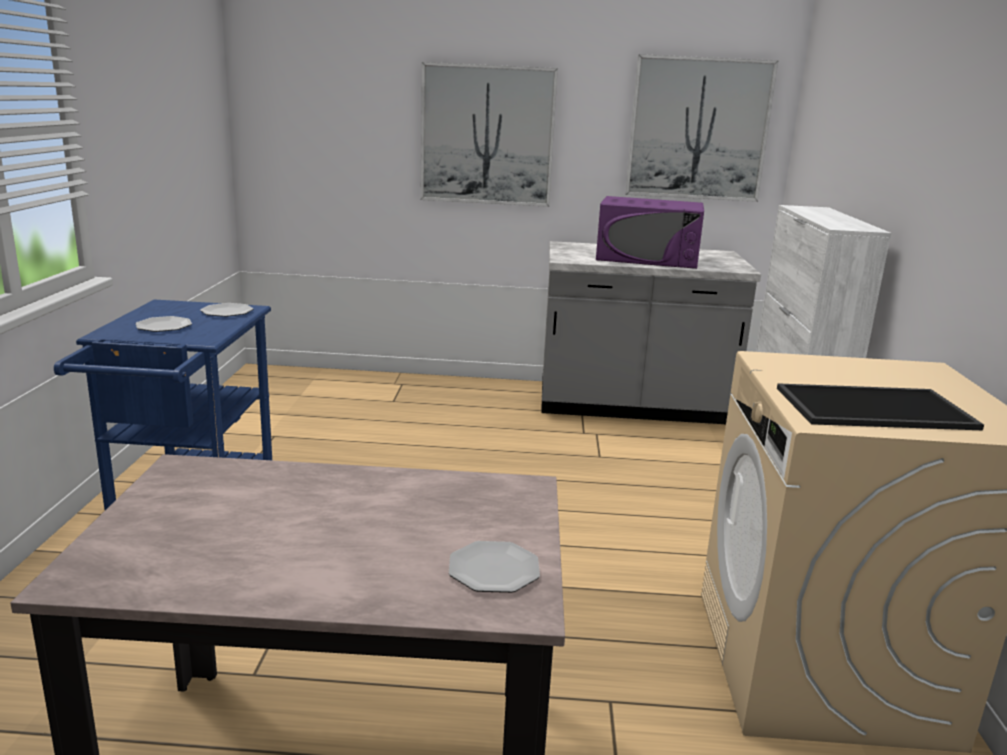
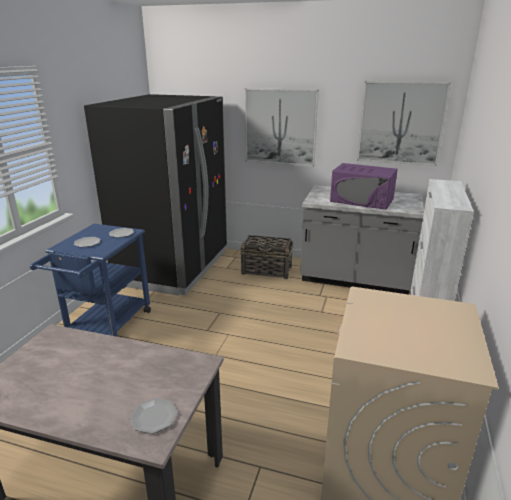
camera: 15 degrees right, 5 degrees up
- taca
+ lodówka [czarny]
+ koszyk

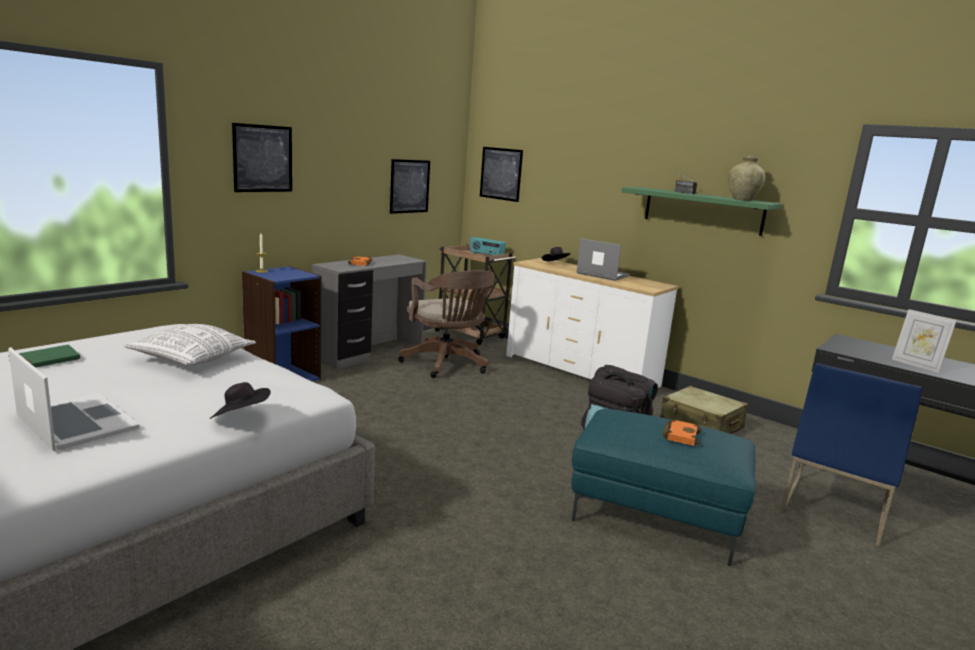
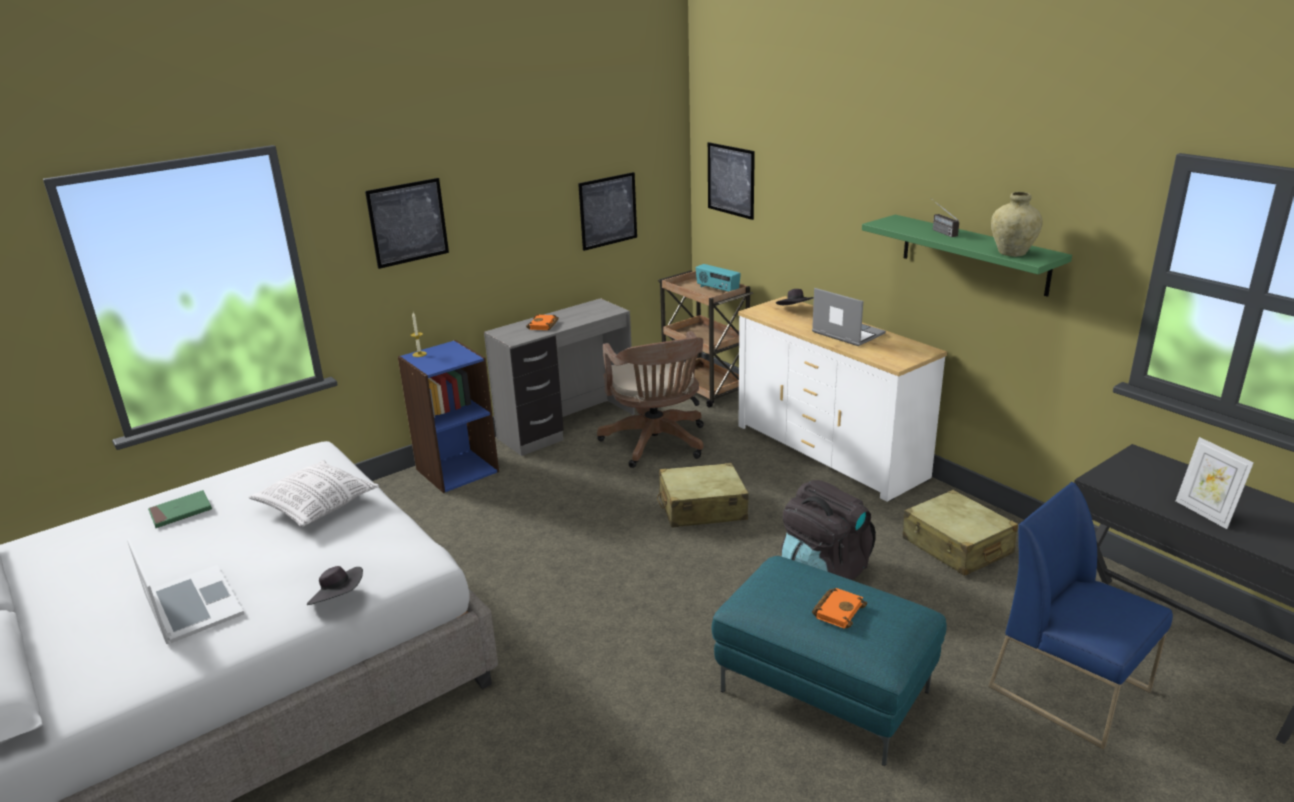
camera: 15 degrees right, 10 degrees up
~ krzesło [niebieski] 90 degrees clockwise
+ walizka [beżowy] (1st from left)

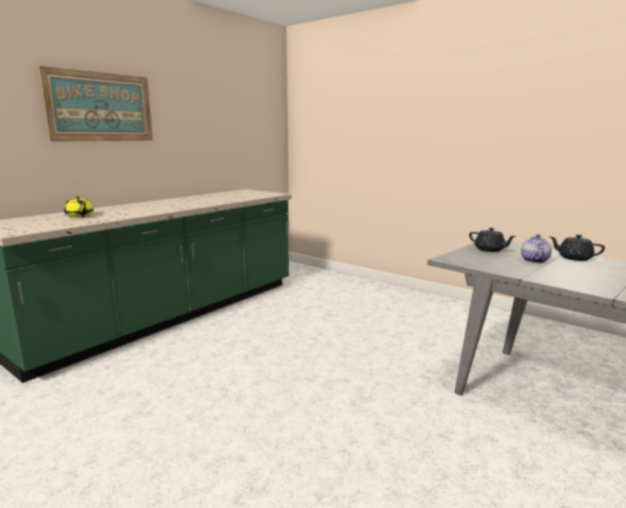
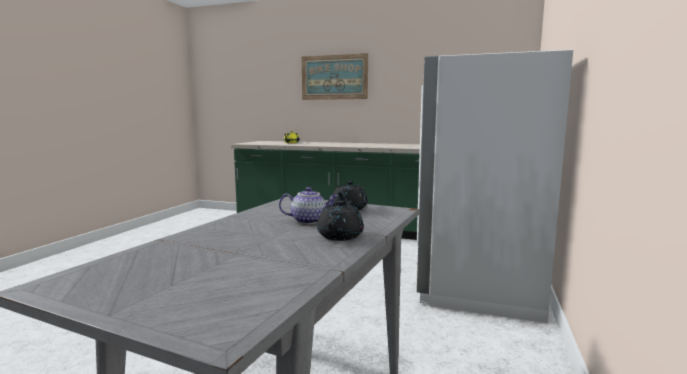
camera: 70 degrees right, 5 degrees down
+ lodówka [biały]

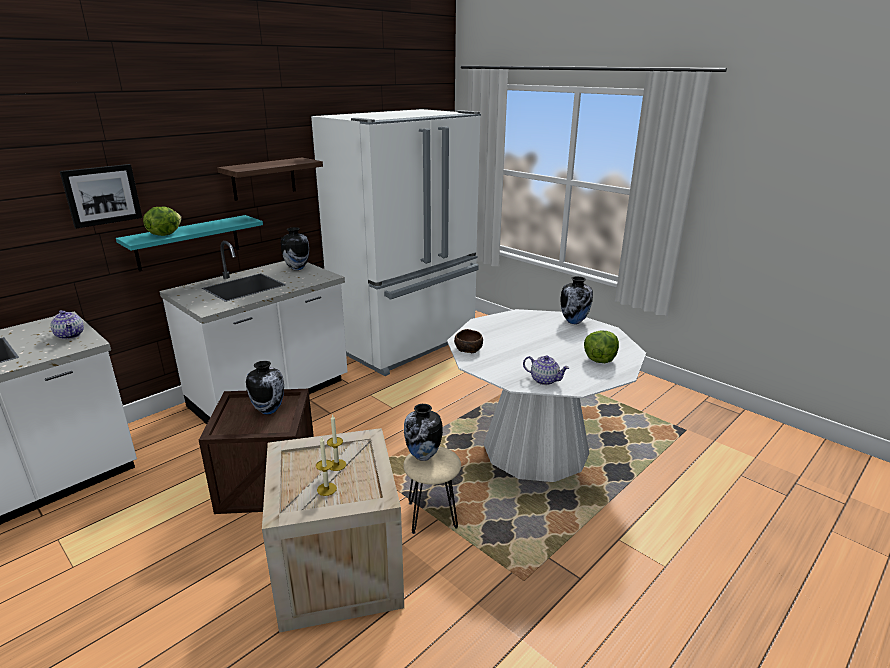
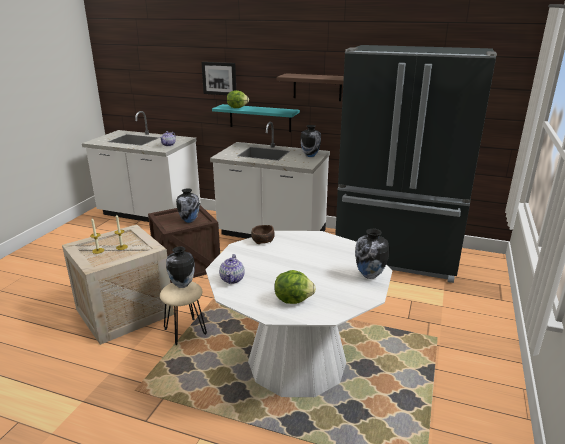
camera: 65 degrees right, 0 degrees up
~ lodówka [biały] to lodówka [czarny]

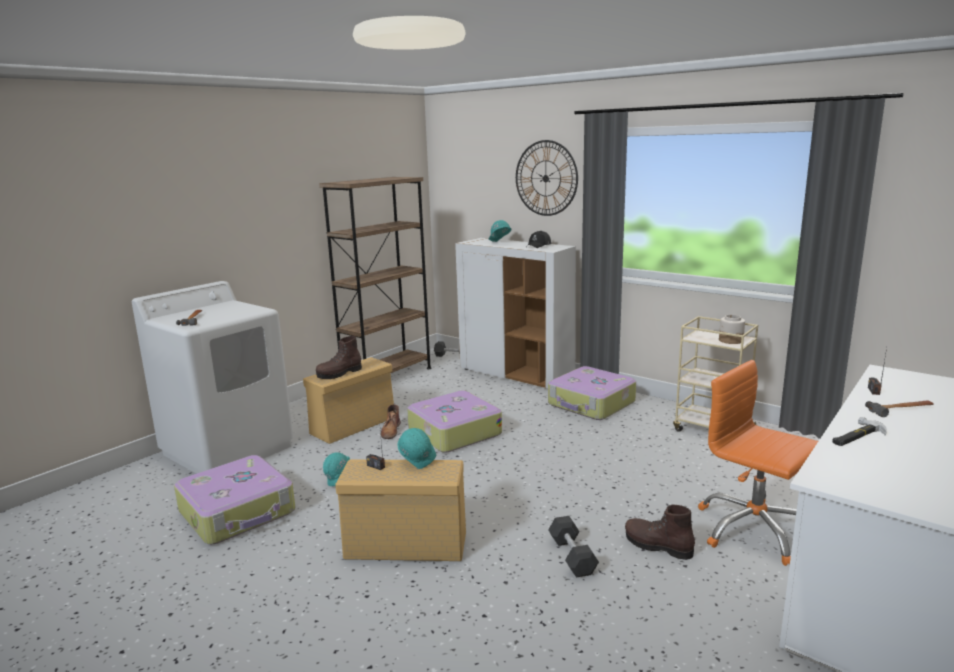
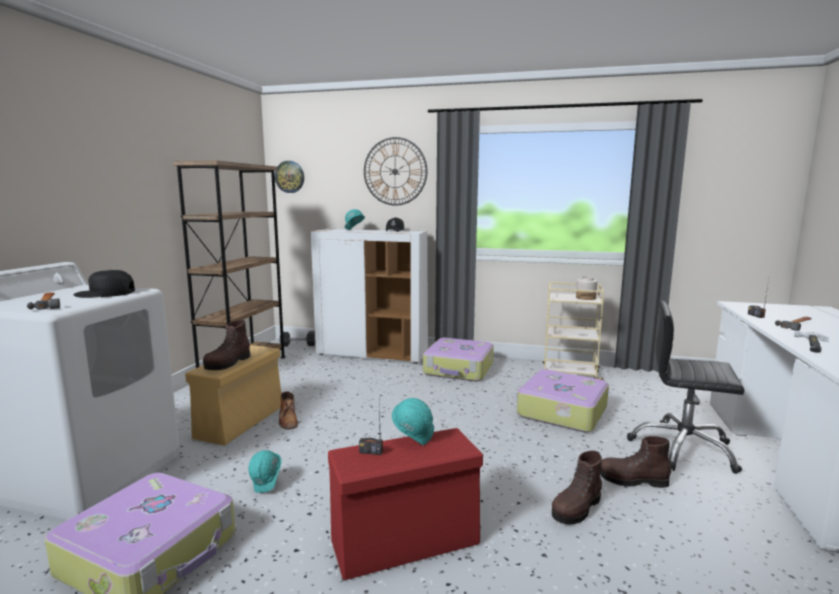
camera: 25 degrees left, 5 degrees down
~ krzesło biurowe [pomarańczowy] to krzesło biurowe [czarny]
~ walizka (2nd from left in the first image) to walizka (3rd from left)
~ pojemnik do przechowywania [beżowy] (2nd from left) to pojemnik do przechowywania [czerwony]
~ hantel [czarny] (2nd from left) to but z cholewką [brązowy] (3rd from left)
+ zegar ścienny (1st from left)
+ czapka z daszkiem [czarny] (1st from left)

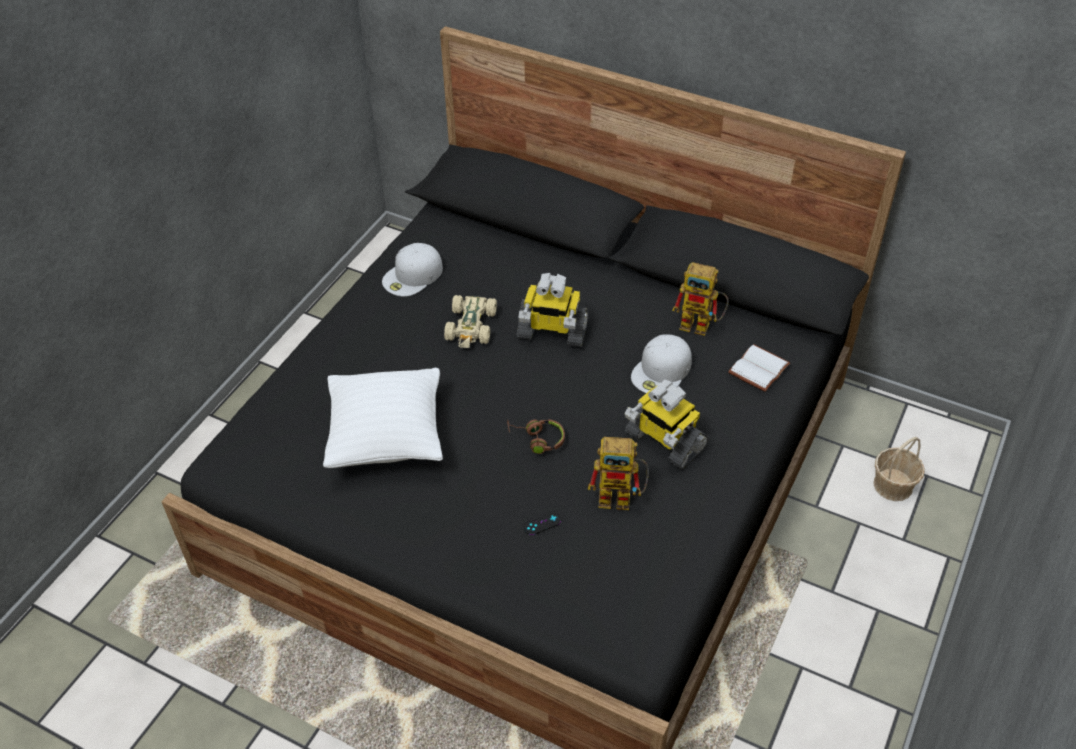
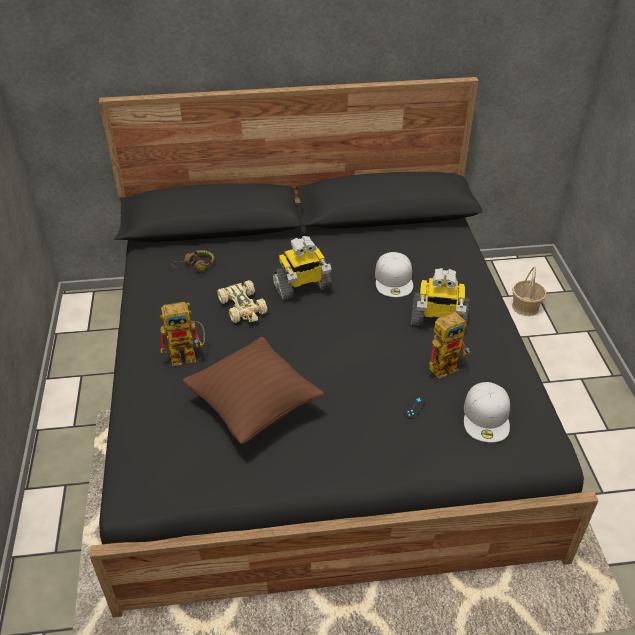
camera: 35 degrees left, 5 degrees down
~ czapka z daszkiem [biały] (1st from left in the first image) to czapka z daszkiem [biały] (2nd from left)
~ robot zabawkowy (4th from left in the first image) to robot zabawkowy (1st from left)
- książka [biały]
~ poduszka [biały] to poduszka [brązowy]
~ słuchawki [brązowy]

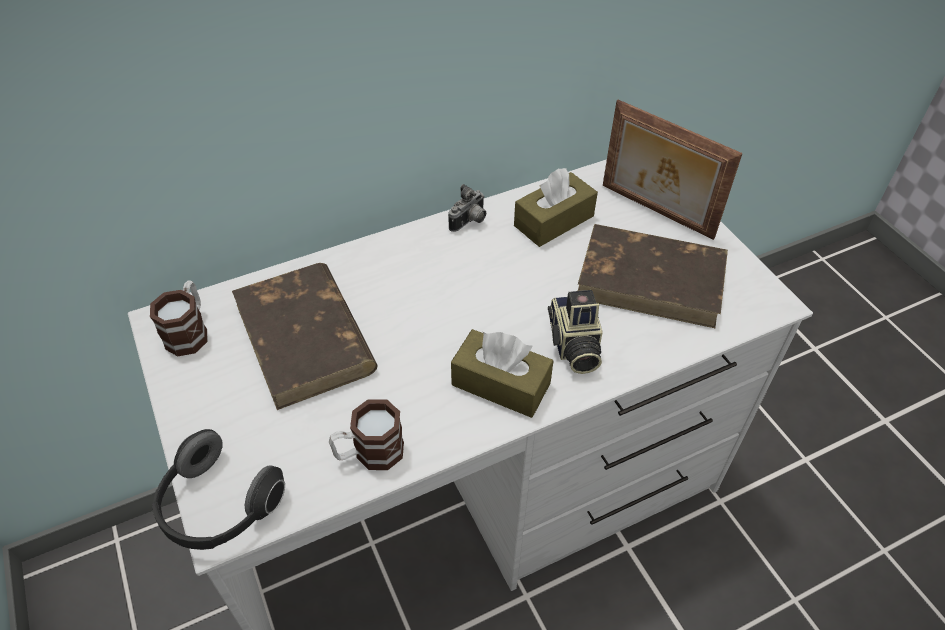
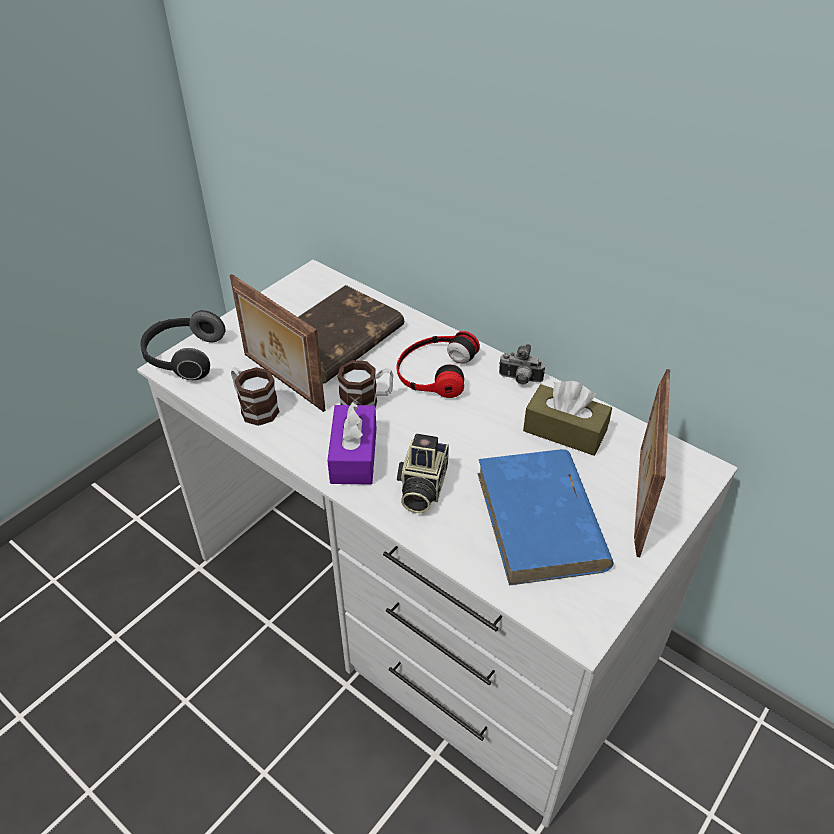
camera: 65 degrees right, 5 degrees down
~ książka [brązowy] (2nd from left) to książka [niebieski]
~ kubek (1st from left in the first image) to kubek (2nd from left)
~ aparat fotograficzny (2nd from left in the first image) 45 degrees counterclockwise
~ pudełko chusteczek [brązowy] (1st from left) to pudełko chusteczek [fioletowy]
+ ramka na zdjęcie (1st from left)
+ słuchawki (2nd from left)

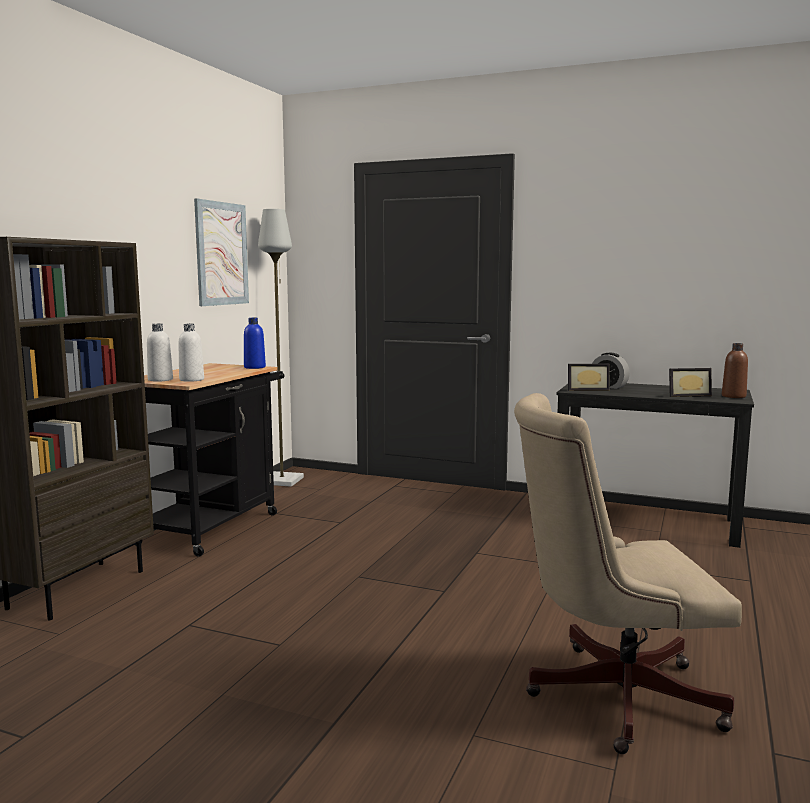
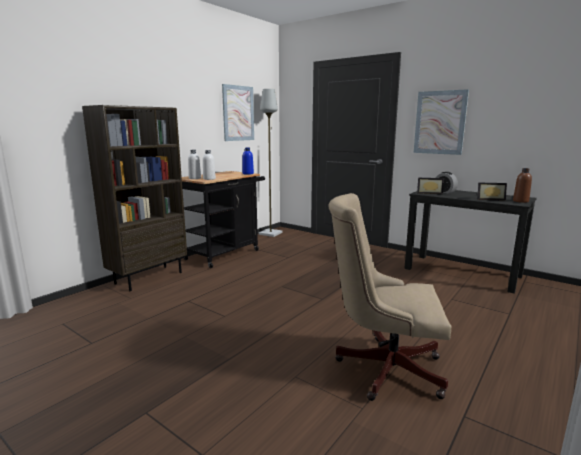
camera: 15 degrees right, 5 degrees up
+ obraz (2nd from left)

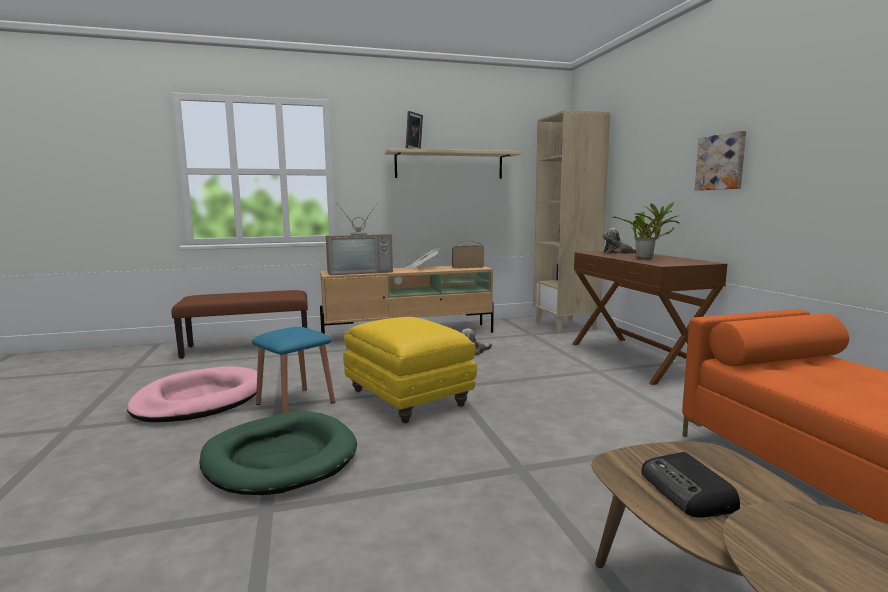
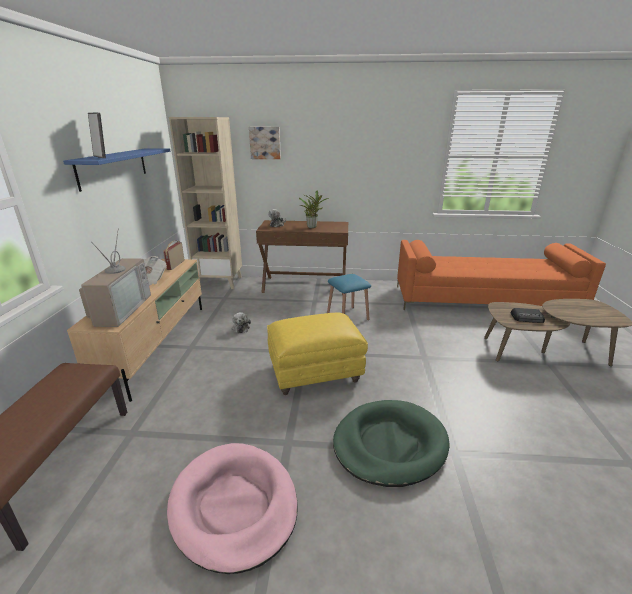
camera: 70 degrees left, 15 degrees up
~ obraz
~ półka [beżowy] to półka [niebieski]
~ stołek [niebieski]

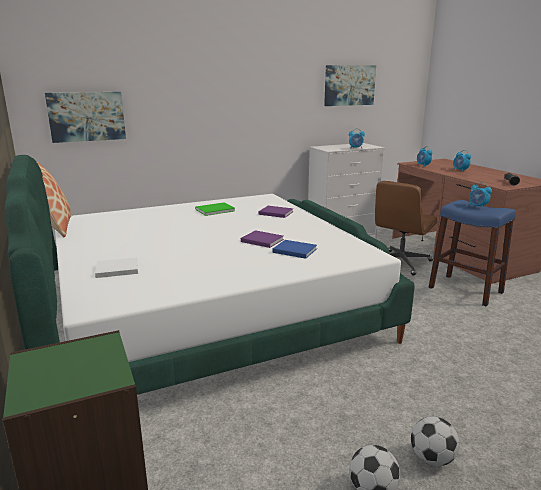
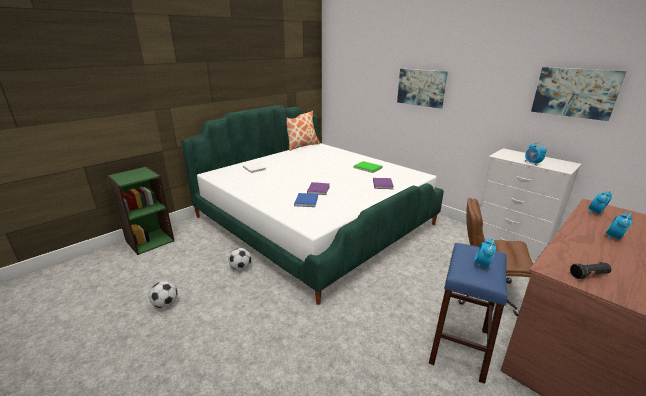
camera: 70 degrees right, 5 degrees up
~ obraz (1st from left)
~ piłka futbolowa (2nd from left)

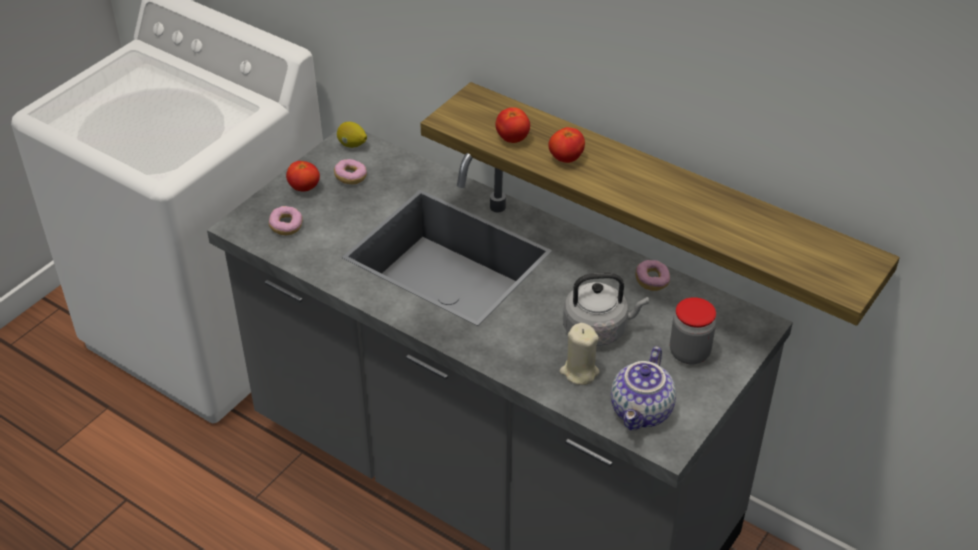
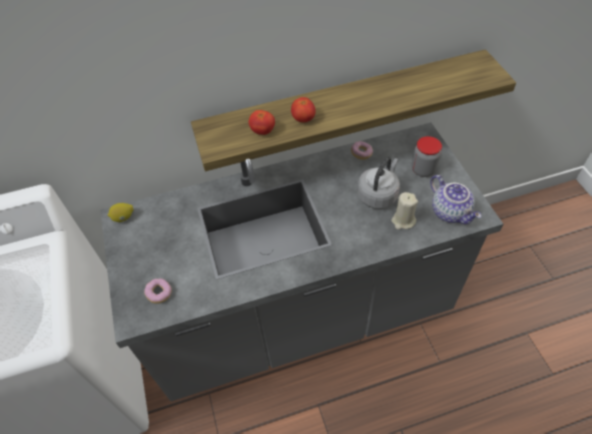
camera: 50 degrees left, 10 degrees up
- donut (2nd from left)
- pomidor (1st from left)

